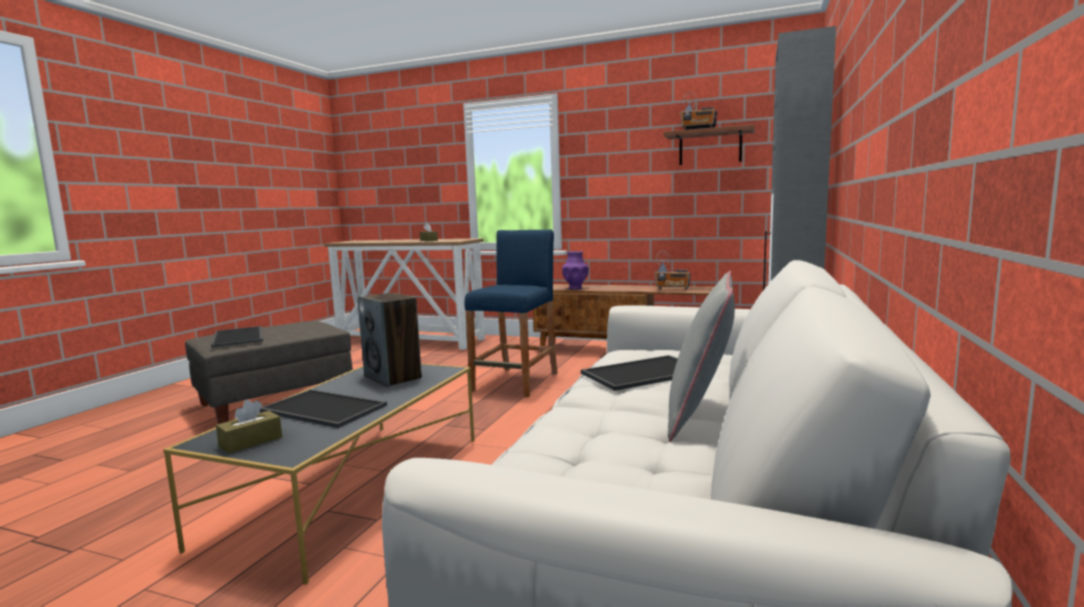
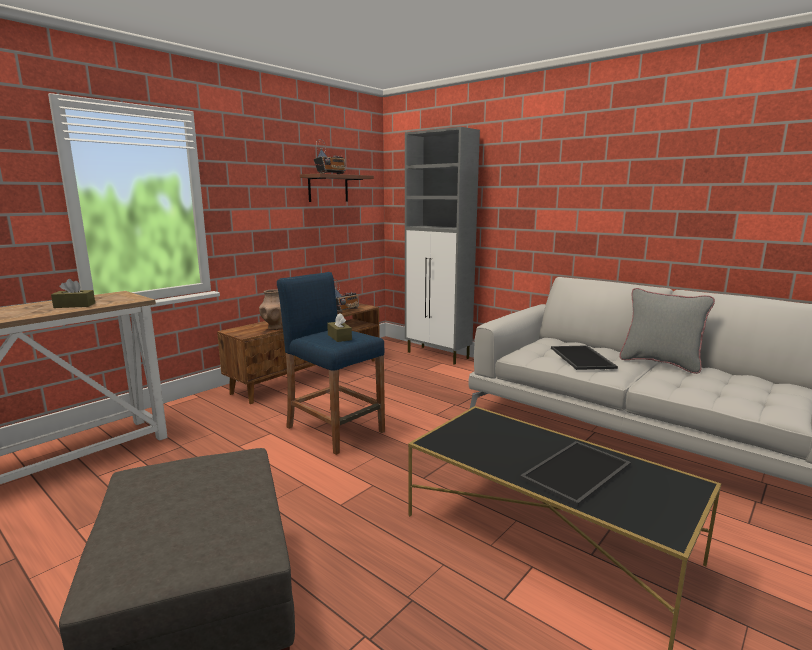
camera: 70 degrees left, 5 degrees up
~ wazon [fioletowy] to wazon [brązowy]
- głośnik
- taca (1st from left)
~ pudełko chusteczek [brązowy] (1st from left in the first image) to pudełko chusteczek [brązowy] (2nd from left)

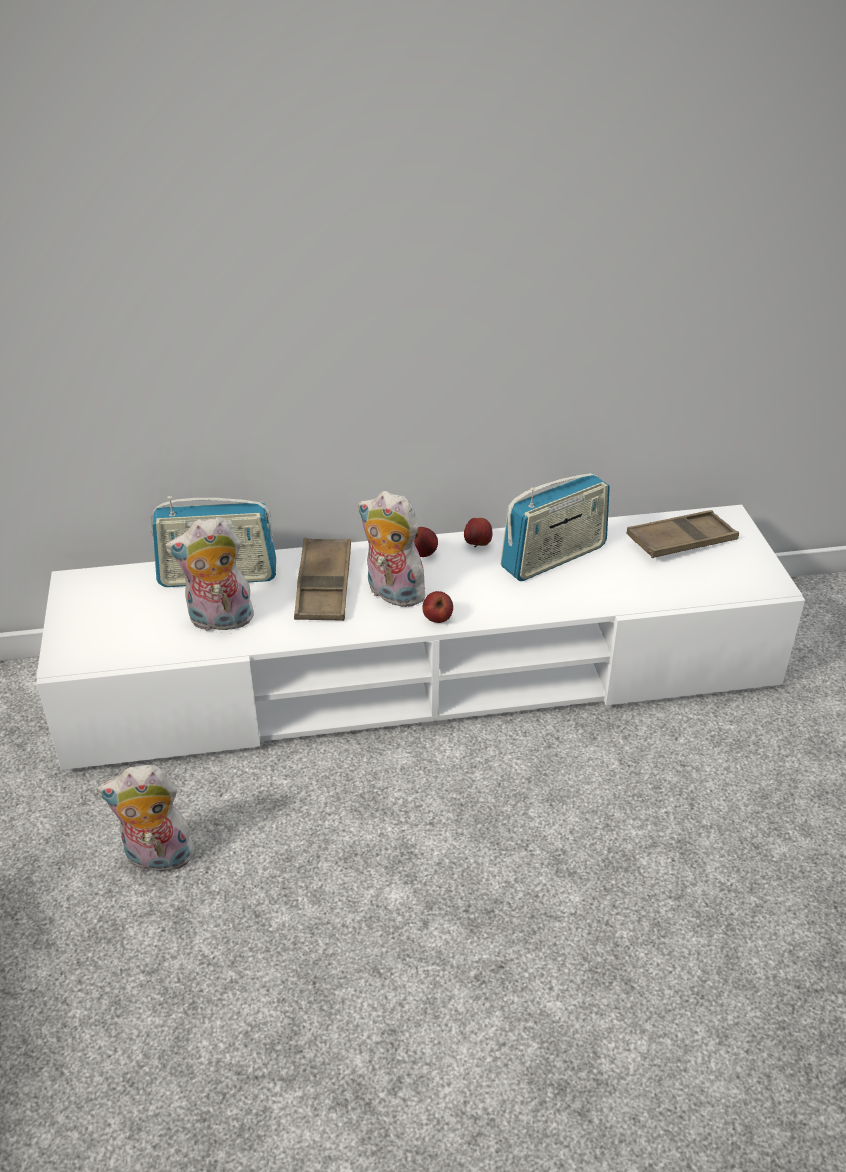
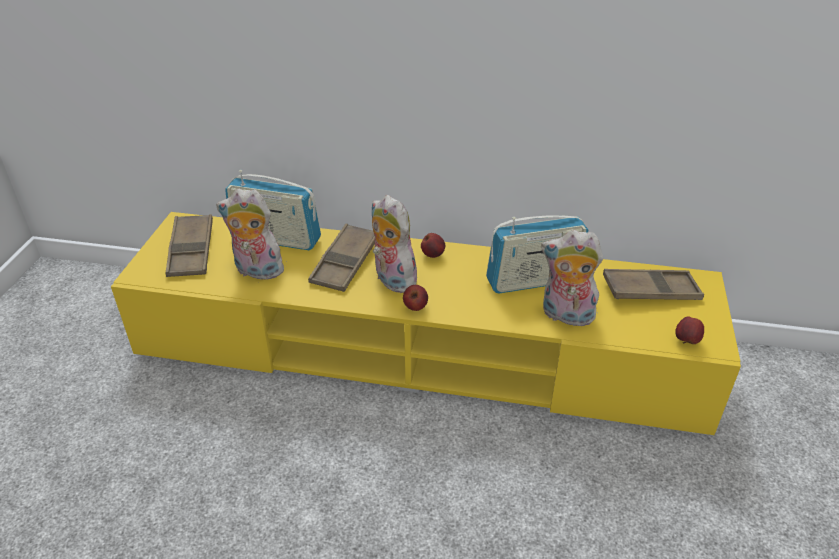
camera: 20 degrees right, 0 degrees up
~ szafka pod telewizor [biały] to szafka pod telewizor [żółty]
~ jabłko (3rd from left)
~ pluszak (1st from left in the first image) to pluszak (3rd from left)
+ taca [brązowy] (1st from left)

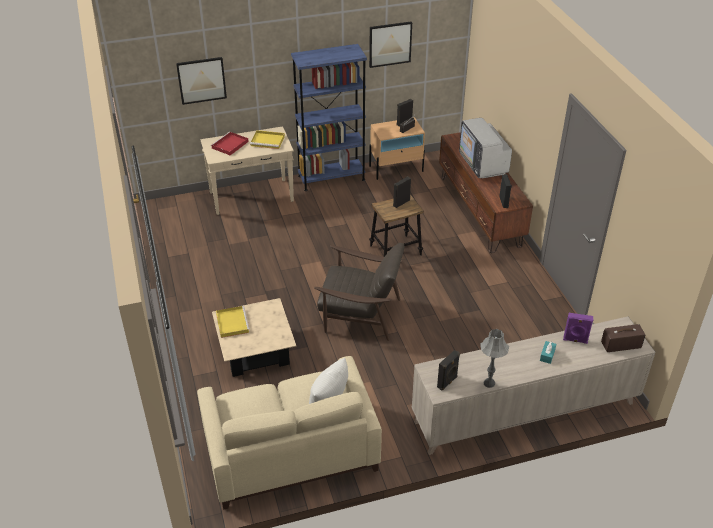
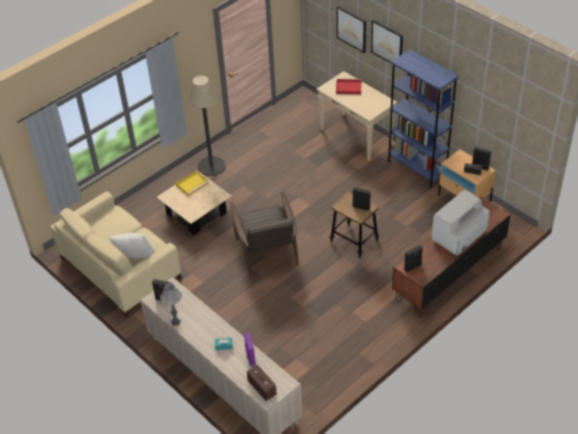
camera: 65 degrees right, 5 degrees up
~ obraz (2nd from left)
- taca [żółty] (2nd from left)
+ lampa stojąca

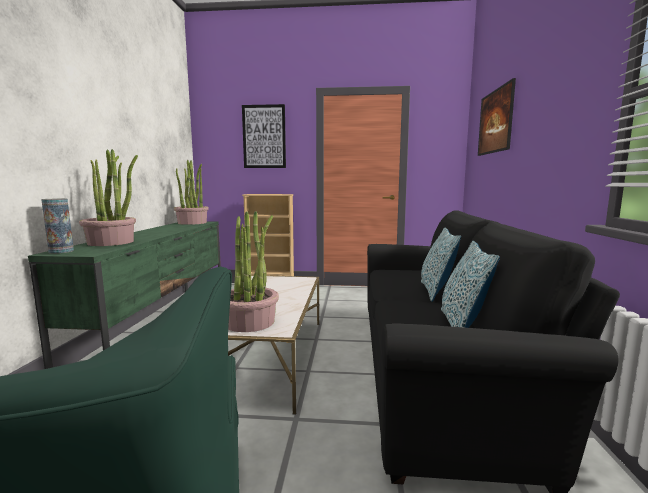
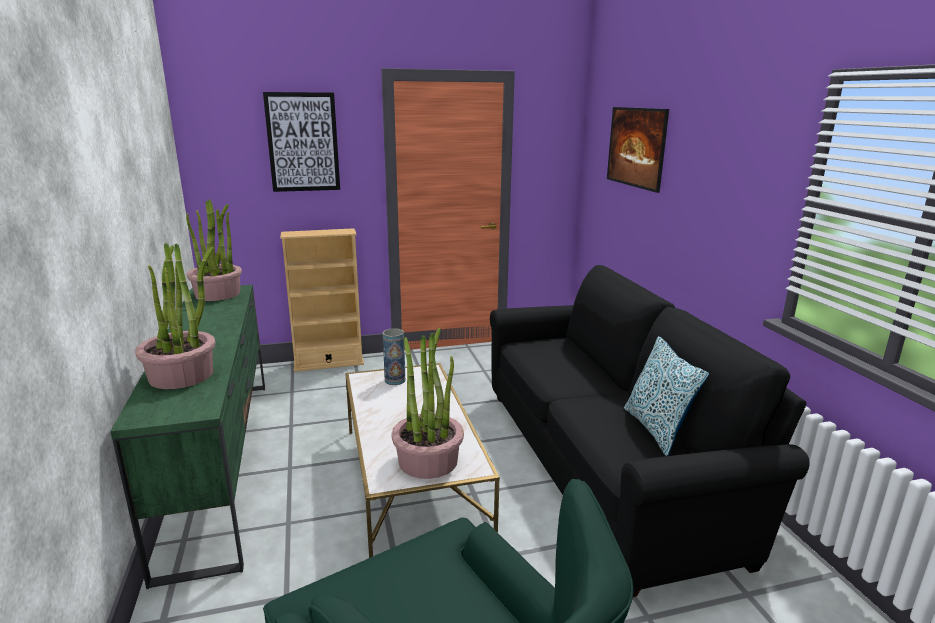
camera: 20 degrees left, 10 degrees up
~ wazon
- poduszka (1st from left)

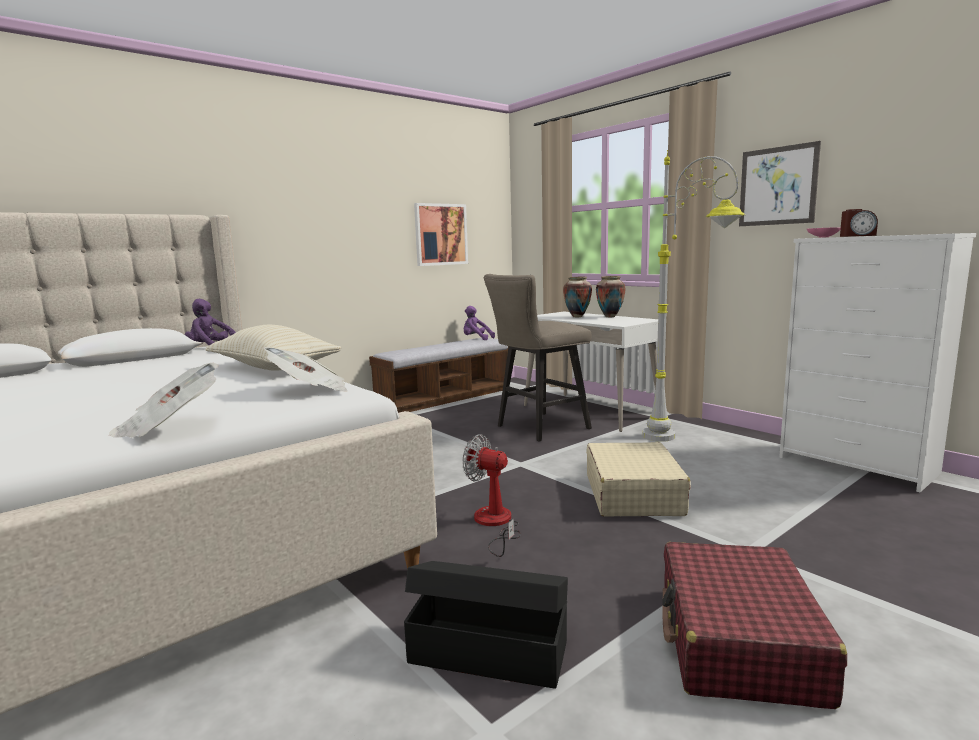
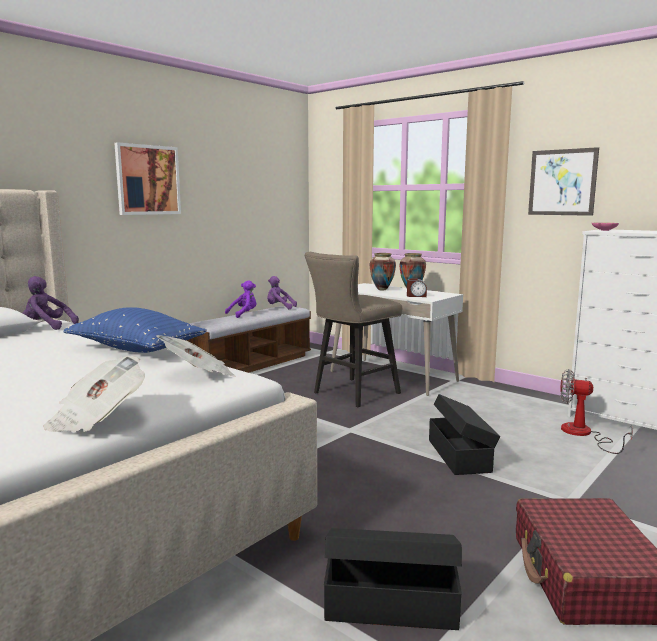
camera: 10 degrees left, 0 degrees up
- lampa stojąca [szary]
~ obraz (1st from left)
~ budzik
~ poduszka [beżowy] to poduszka [niebieski]
~ wentylator
~ walizka [beżowy] to pojemnik do przechowywania [czarny] (2nd from left)
+ pluszak [fioletowy] (2nd from left)

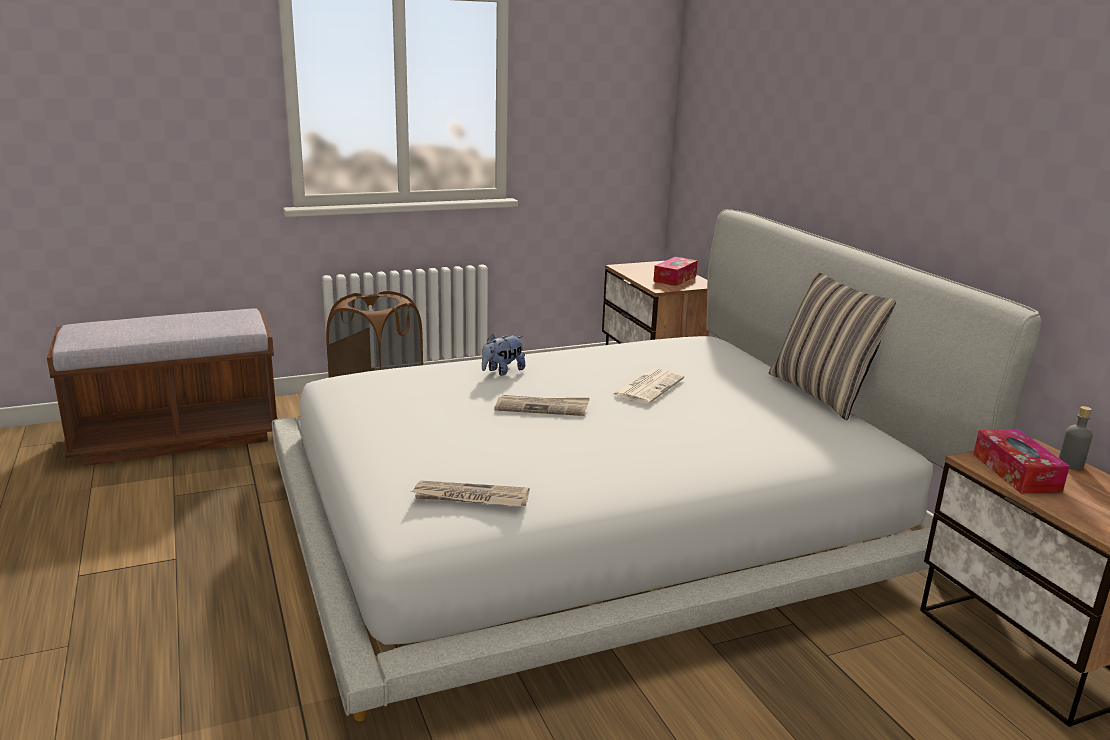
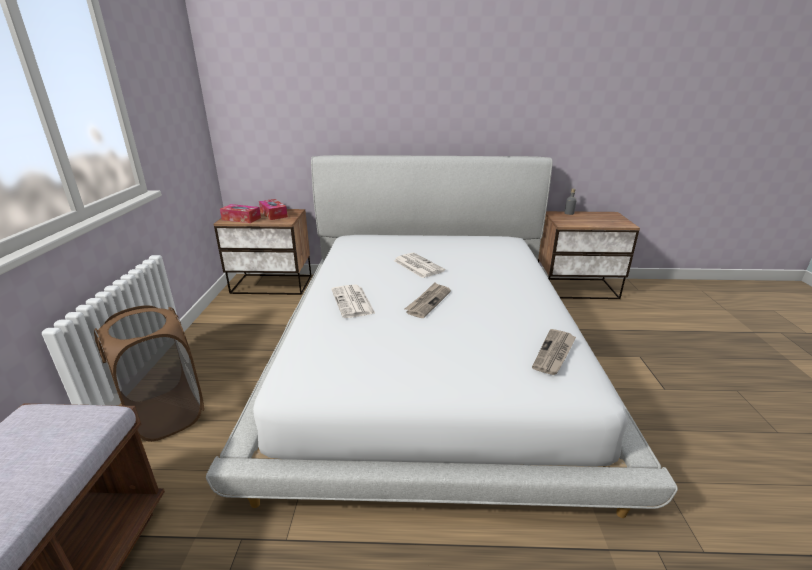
camera: 65 degrees left, 5 degrees up
- poduszka
~ pluszak to gazeta (1st from left)
~ pudełko chusteczek (2nd from left in the first image) to pudełko chusteczek (1st from left)

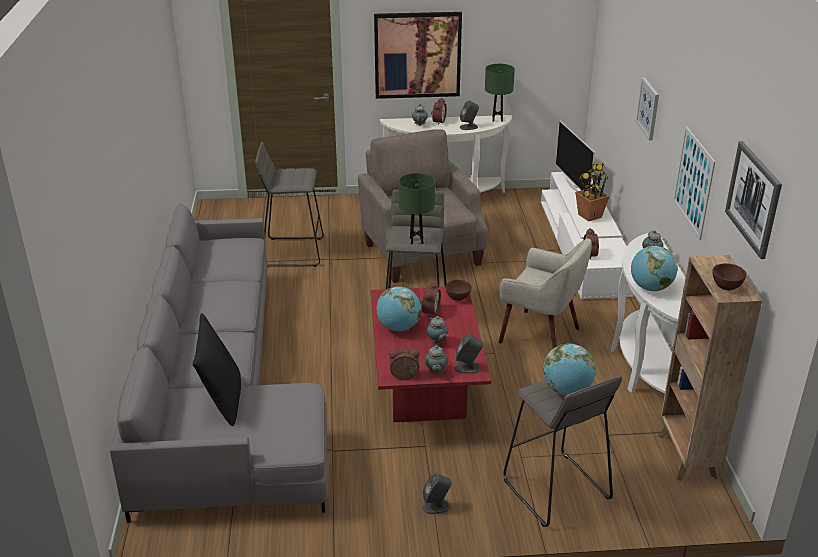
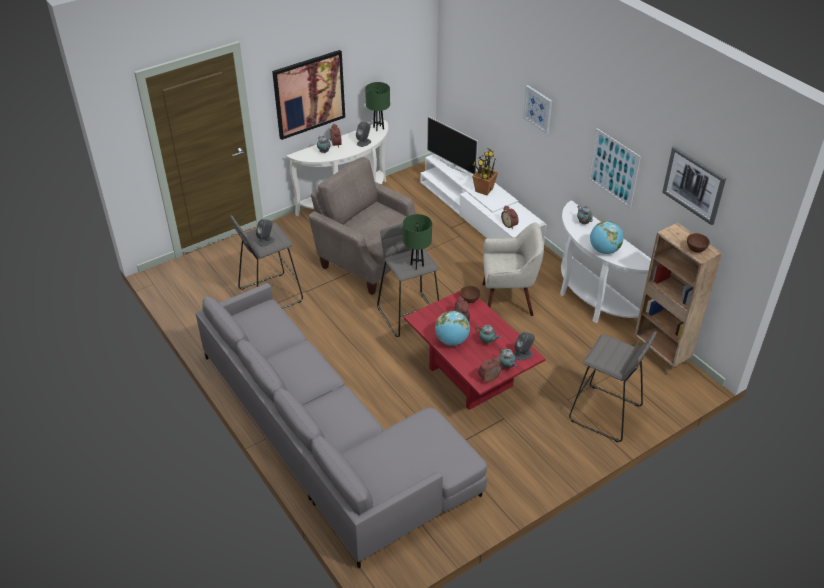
camera: 30 degrees left, 10 degrees up
- poduszka [czarny]
- globus (2nd from left)
~ głośnik [szary] (1st from left)

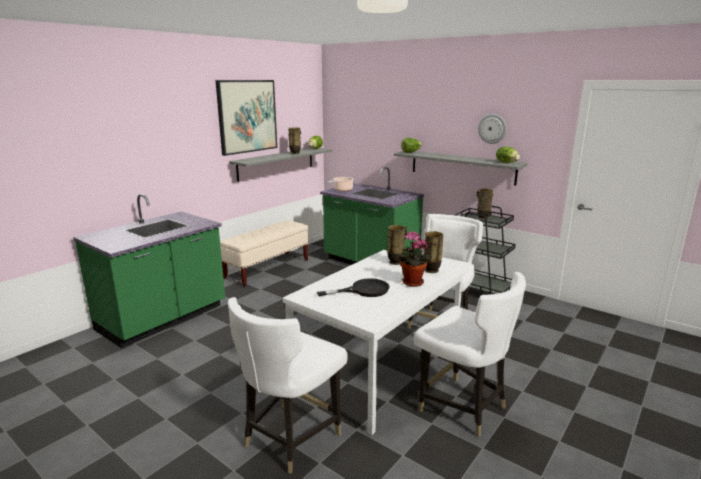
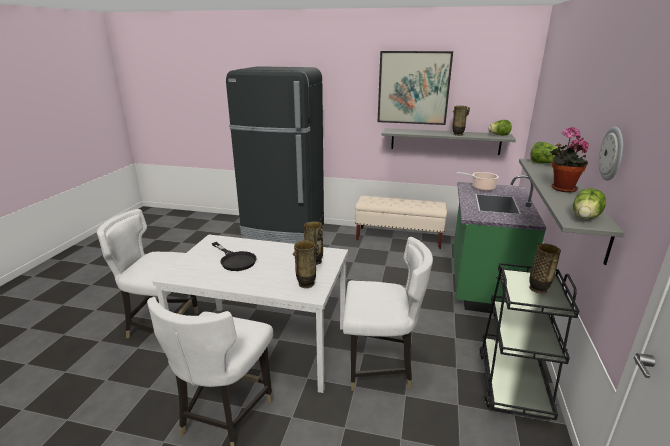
camera: 65 degrees right, 5 degrees up
~ zabudowa kuchenna [zielony] (1st from left) to lodówka [czarny]
~ roślina doniczkowa

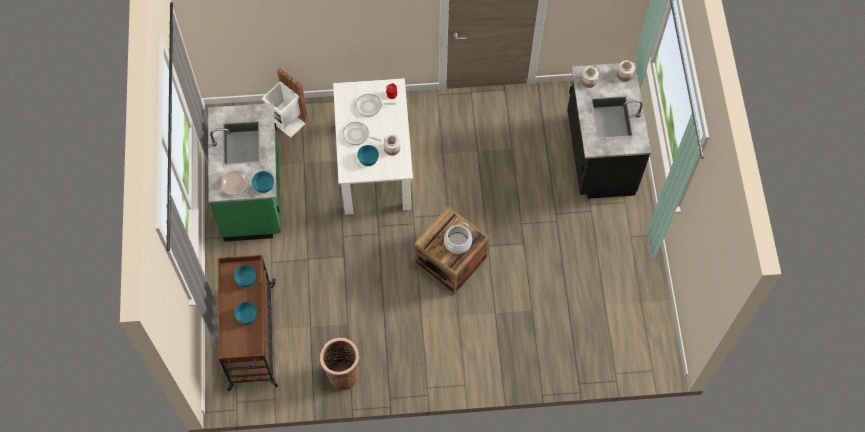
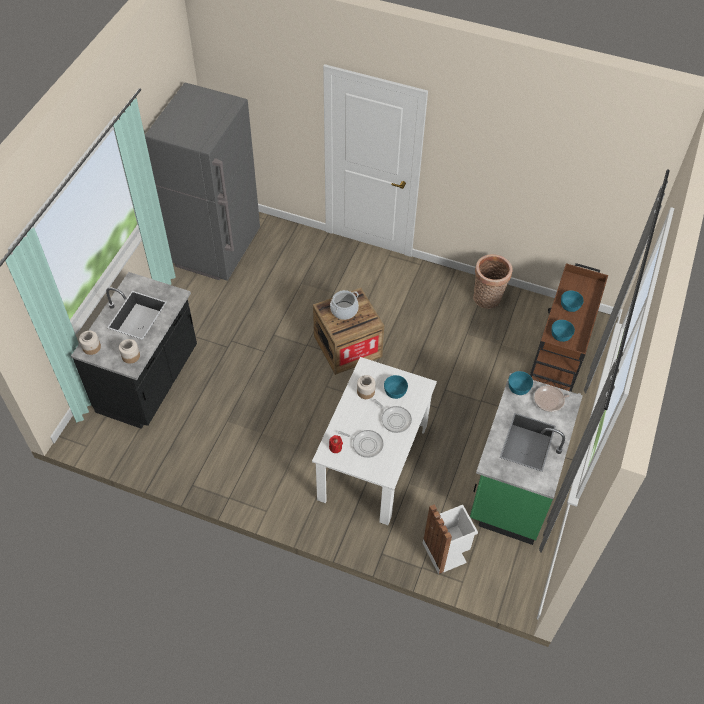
camera: 155 degrees left, 10 degrees down
+ lodówka [szary]

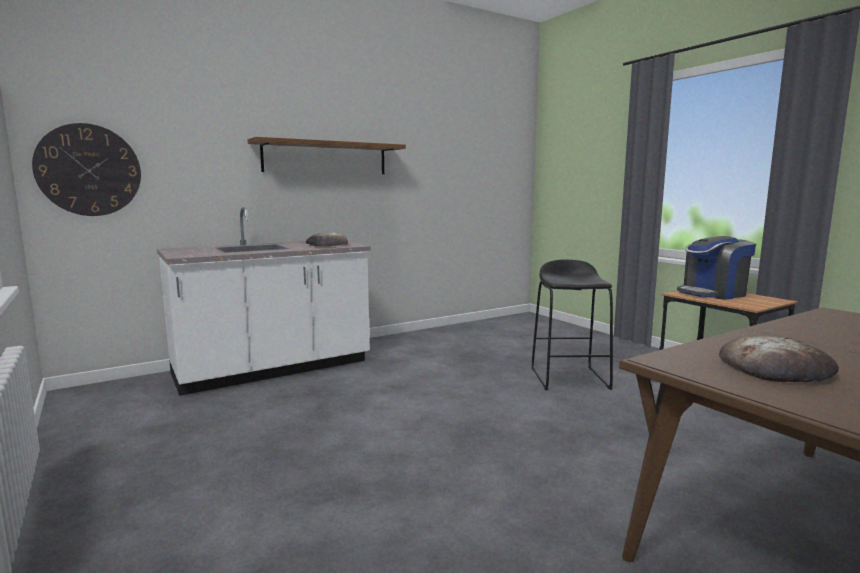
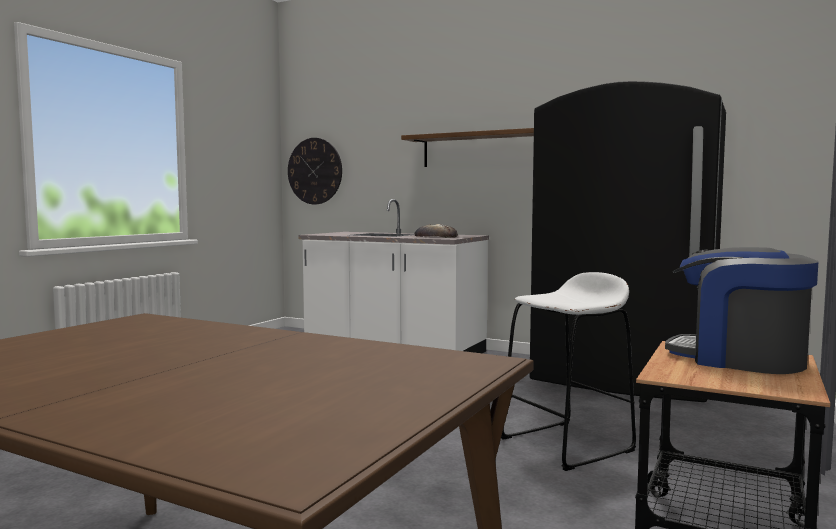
camera: 60 degrees right, 5 degrees down
~ stołek [czarny] to stołek [biały]
- chleb (2nd from left)
+ lodówka [czarny]

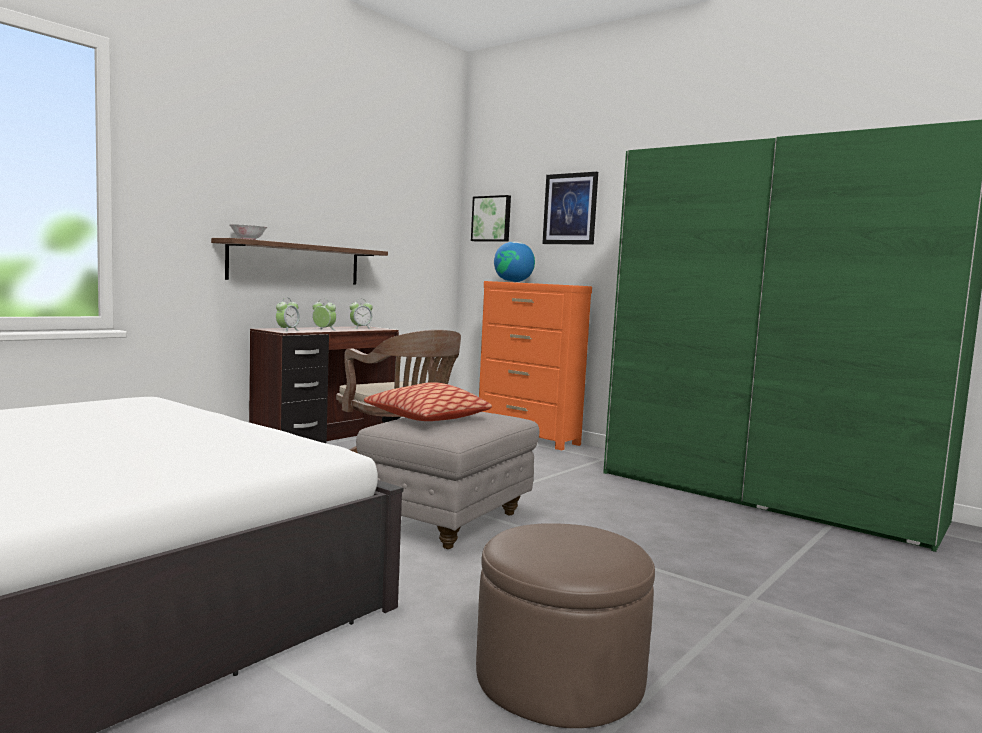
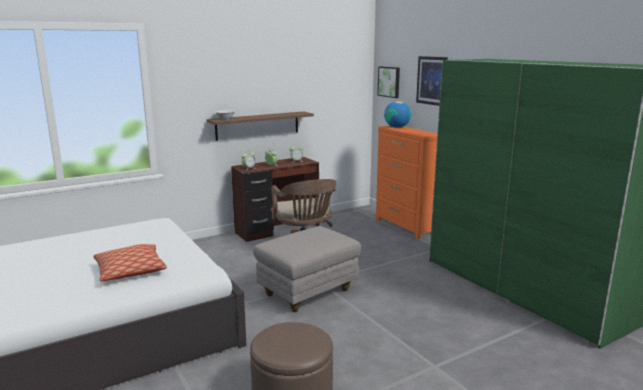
camera: 20 degrees right, 10 degrees up
~ poduszka

